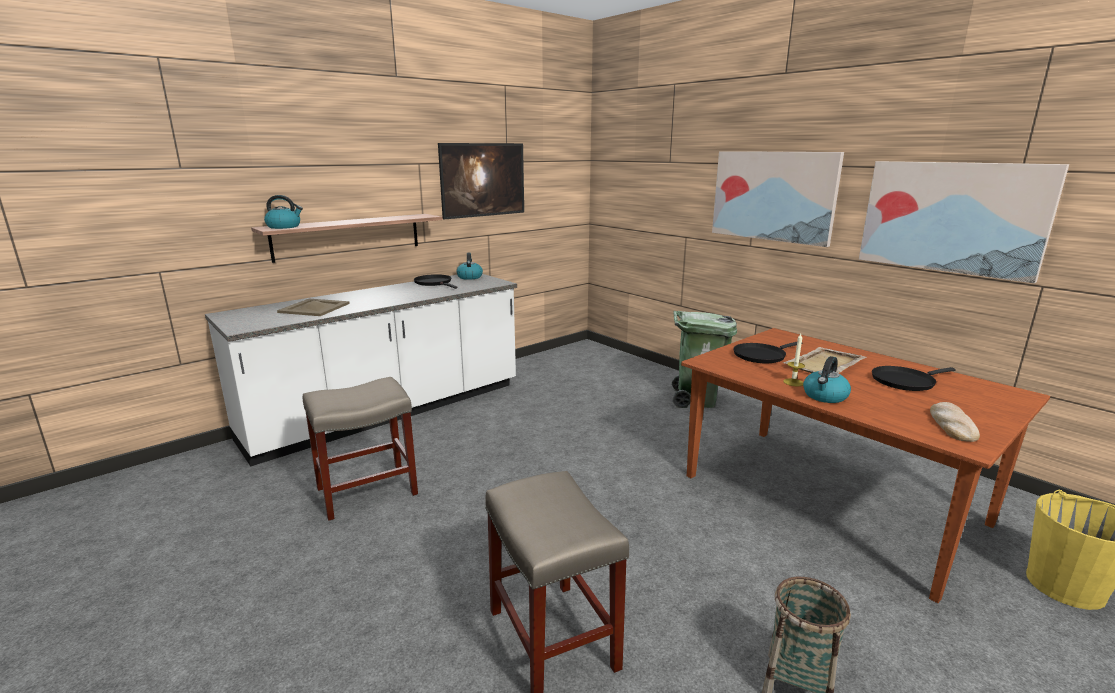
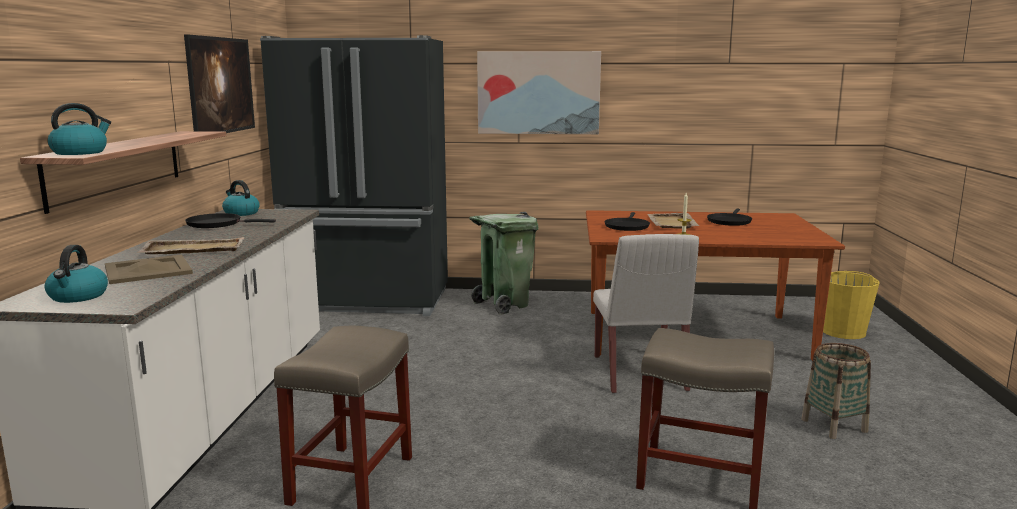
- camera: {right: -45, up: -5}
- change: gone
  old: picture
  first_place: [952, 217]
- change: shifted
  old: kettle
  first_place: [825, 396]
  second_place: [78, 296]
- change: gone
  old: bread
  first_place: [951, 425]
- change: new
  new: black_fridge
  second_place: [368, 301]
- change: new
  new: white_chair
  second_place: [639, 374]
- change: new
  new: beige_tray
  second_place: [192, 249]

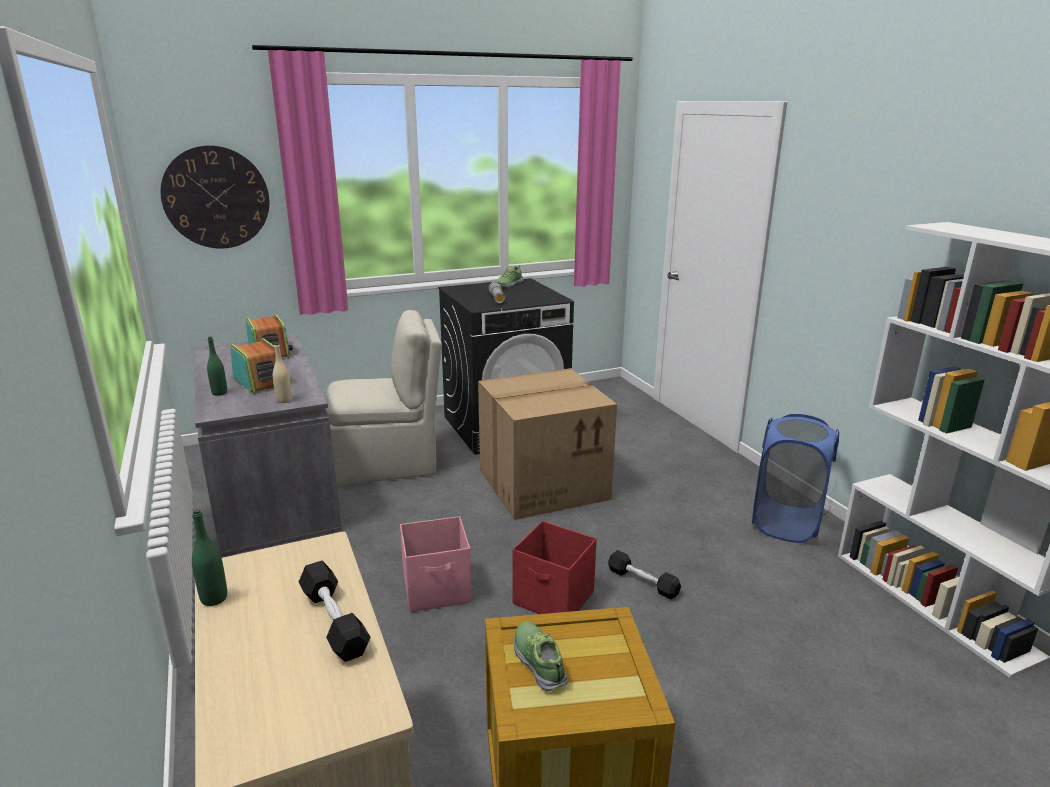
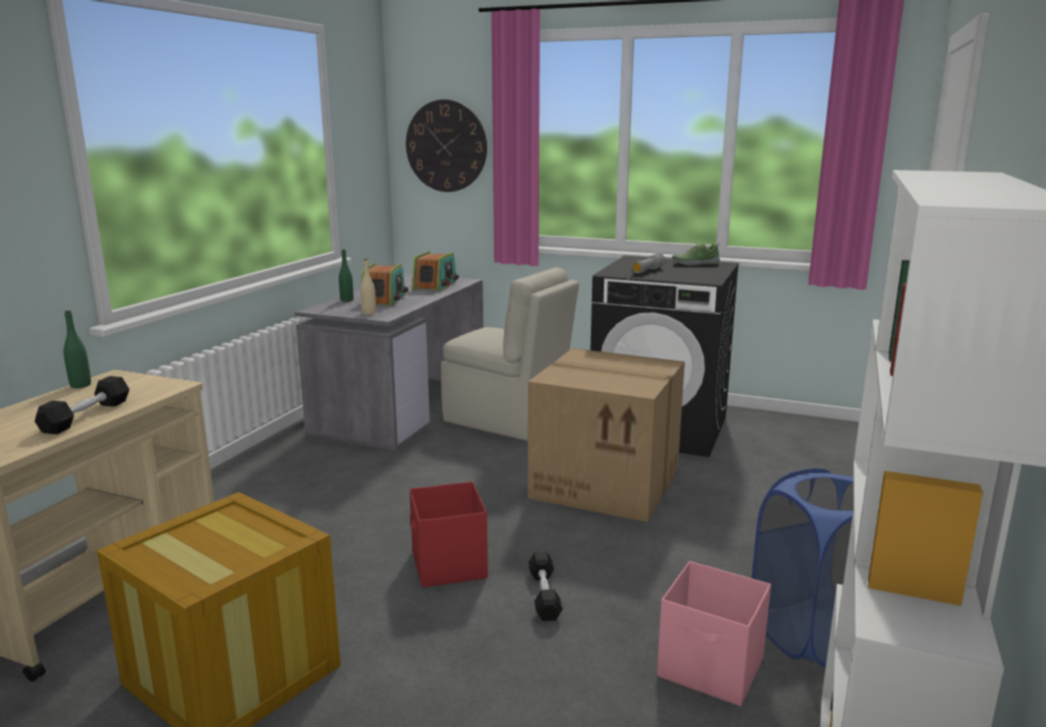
- camera: {right: 45, up: -5}
- change: shifted
  old: pink_storage_box
  first_place: [438, 590]
  second_place: [711, 669]
- change: gone
  old: shoe
  first_place: [539, 661]

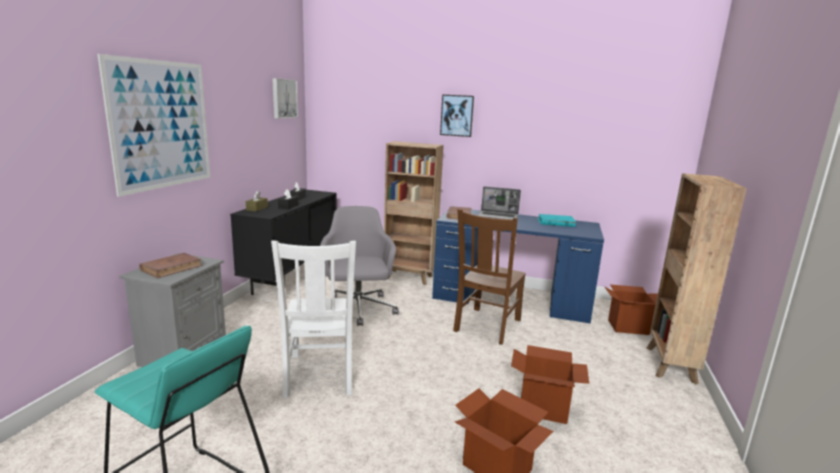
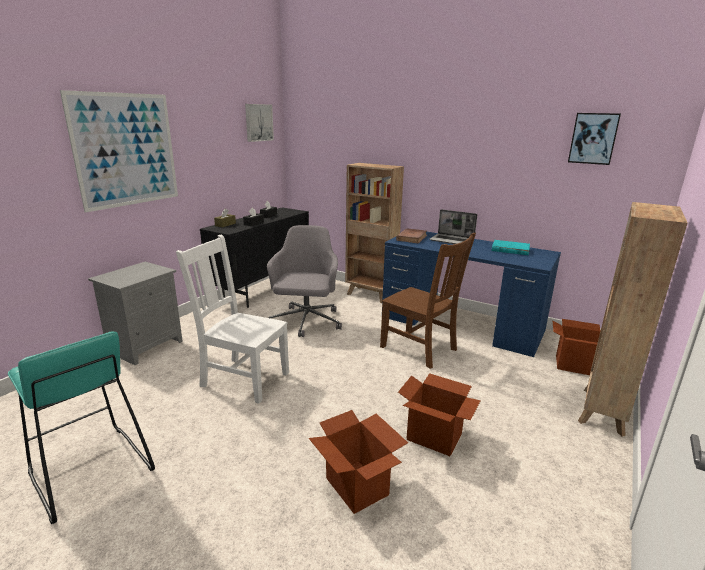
- camera: {right: 15, up: 5}
- change: shifted
  old: picture
  first_place: [457, 115]
  second_place: [593, 138]
- change: rotated
  old: brown_chair
  first_place: [486, 326]
  second_place: [420, 349]
  degrees: -90
- change: rotated
  old: white_chair
  first_place: [319, 376]
  second_place: [243, 378]
  degrees: 105
- change: gone
  old: brown_book
  first_place: [172, 268]

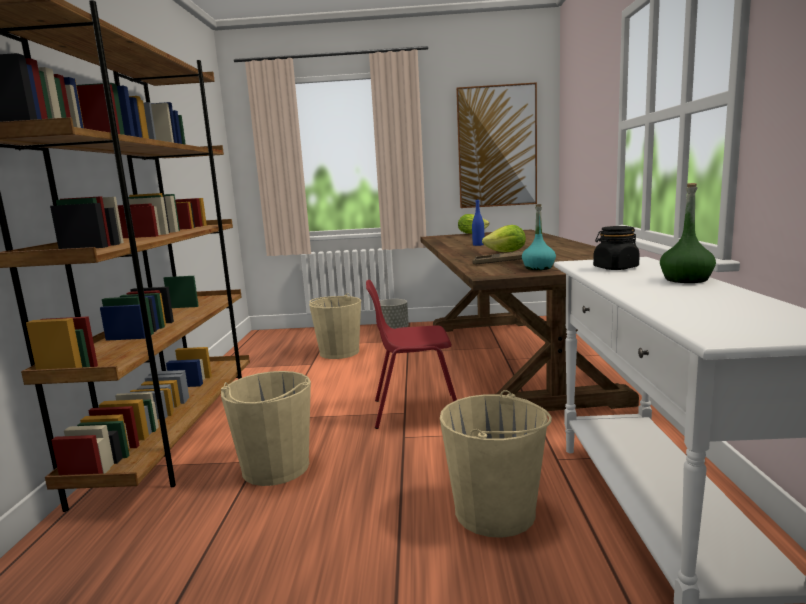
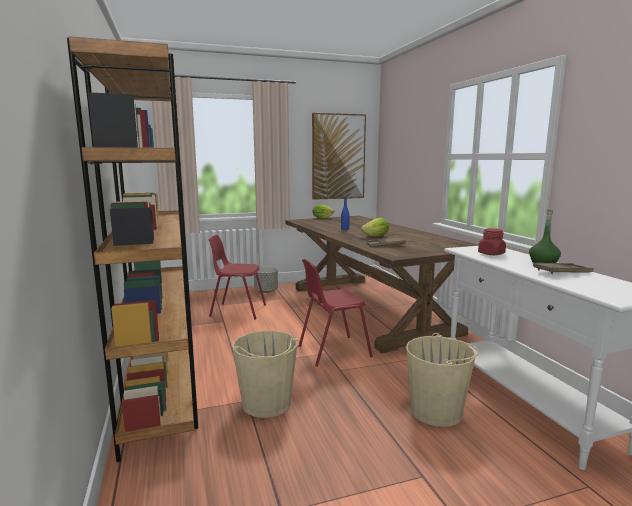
- camera: {right: -20, up: 0}
- change: gone
  old: turquoise_bottle
  first_place: [538, 268]
- change: repainted
  old: black_jar
  new: red_jar
  first_place: [615, 268]
  second_place: [491, 254]
- change: swapped
  old: beige_bucket
  new: red_chair
  first_place: [339, 352]
  second_place: [237, 310]
- change: new
  new: brown_tray
  second_place: [562, 272]

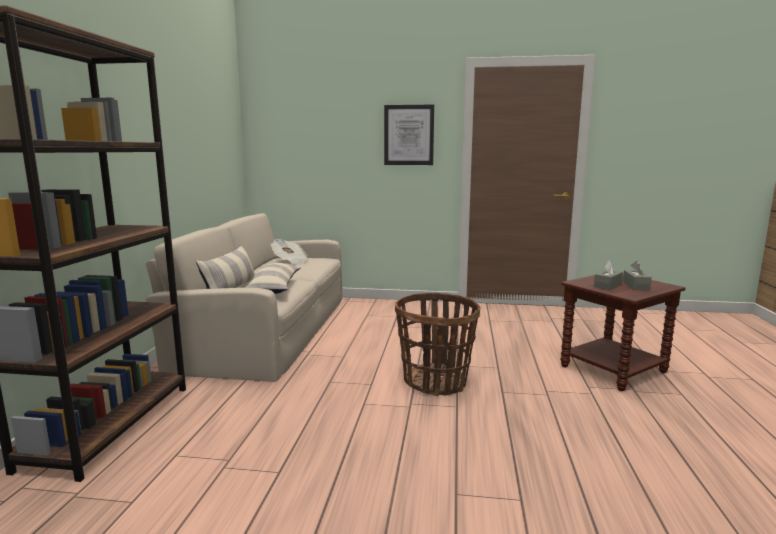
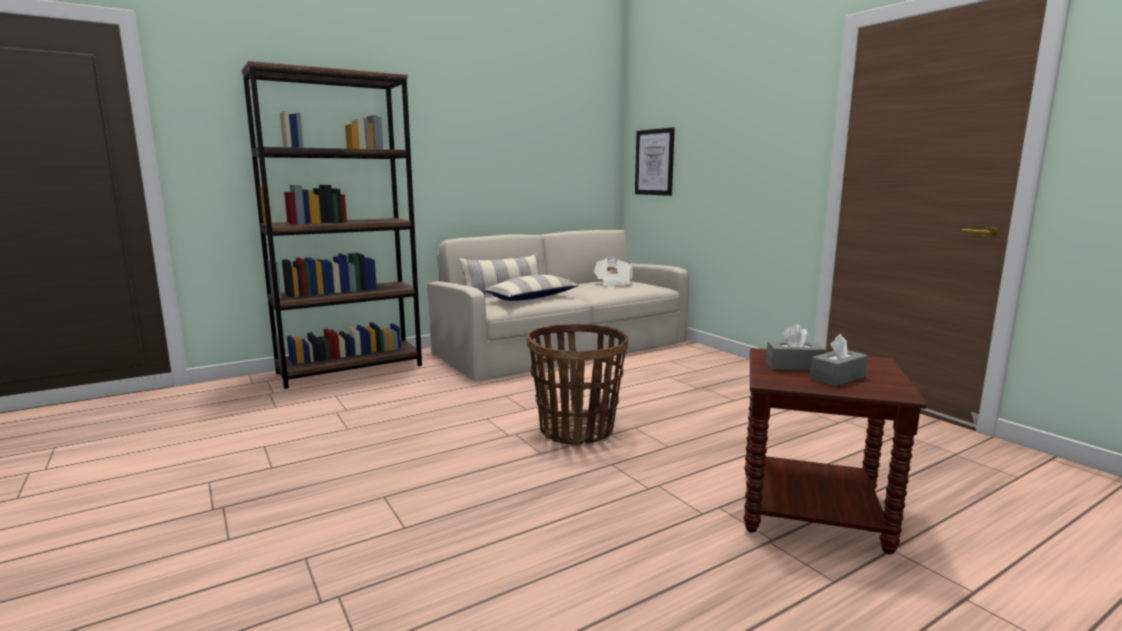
- camera: {right: 50, up: 0}
- change: shifted
  old: picture
  first_place: [409, 135]
  second_place: [654, 162]

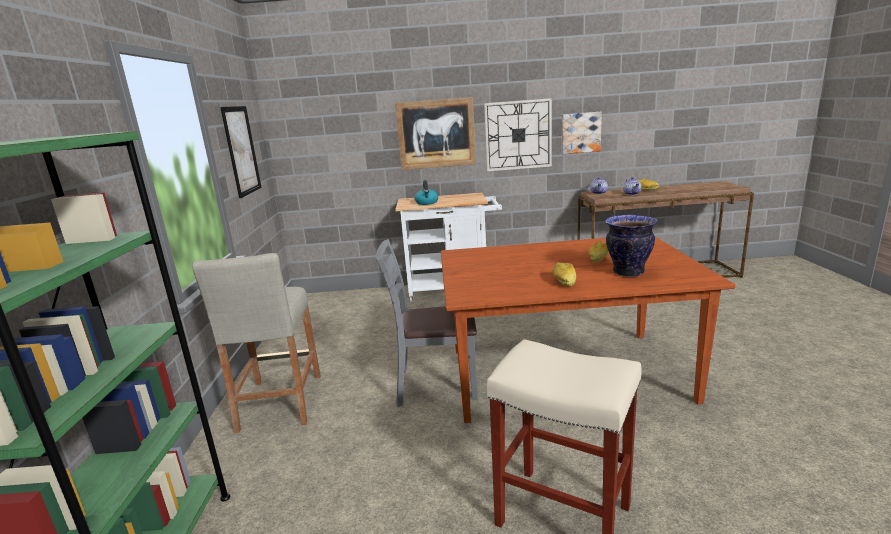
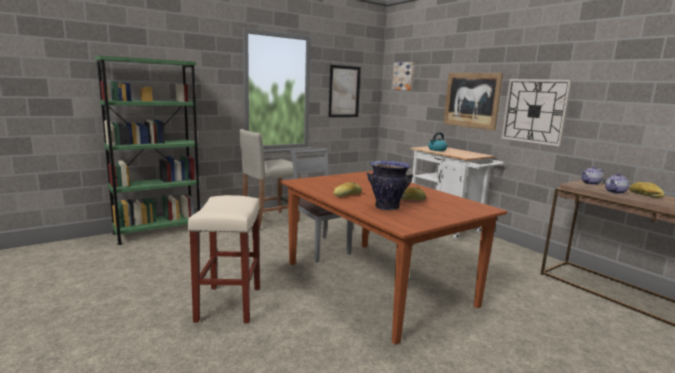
- camera: {right: 55, up: -5}
- change: shifted
  old: picture
  first_place: [580, 132]
  second_place: [404, 76]

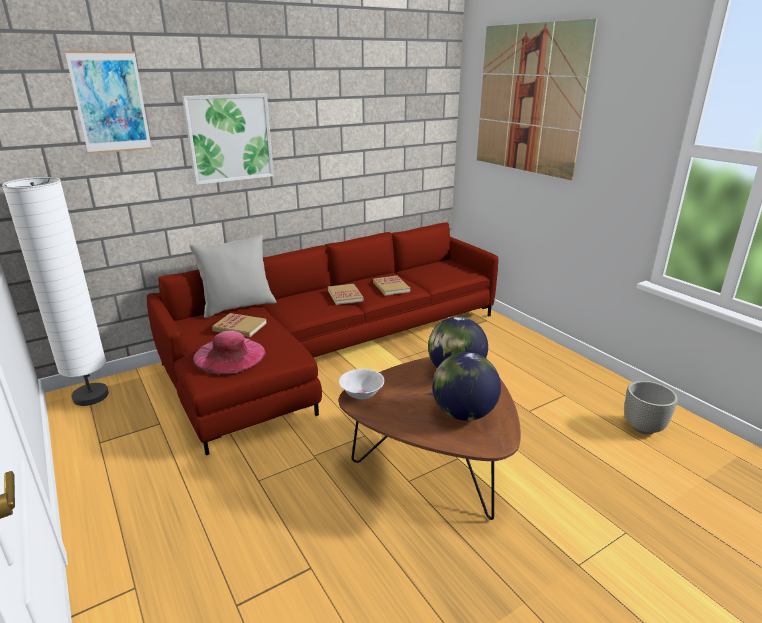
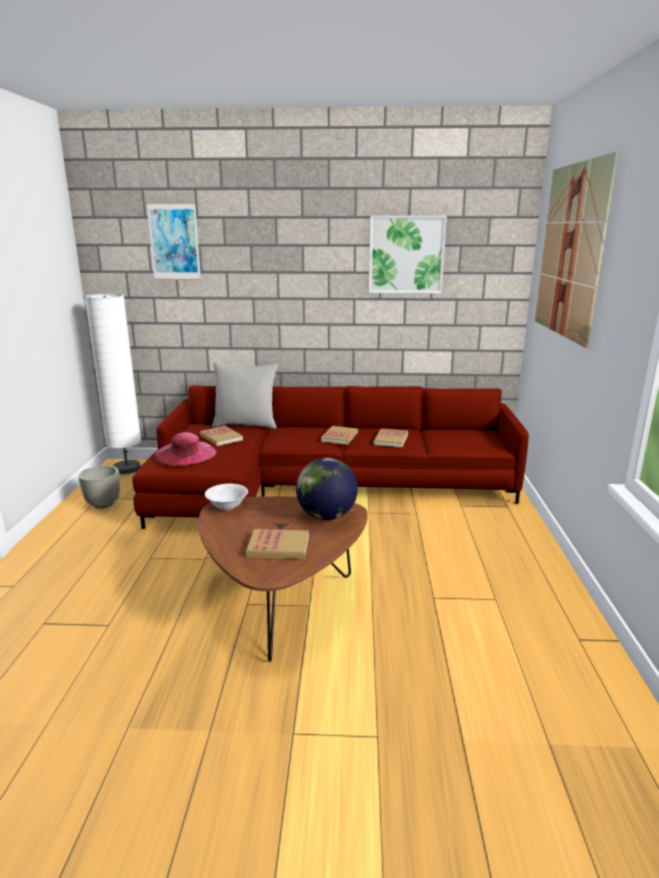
- camera: {right: 35, up: -5}
- change: shifted
  old: picture
  first_place: [229, 138]
  second_place: [406, 255]
- change: swapped
  old: globe
  new: book
  first_place: [463, 414]
  second_place: [278, 547]
- change: shifted
  old: grey_planter
  first_place: [643, 427]
  second_place: [103, 504]

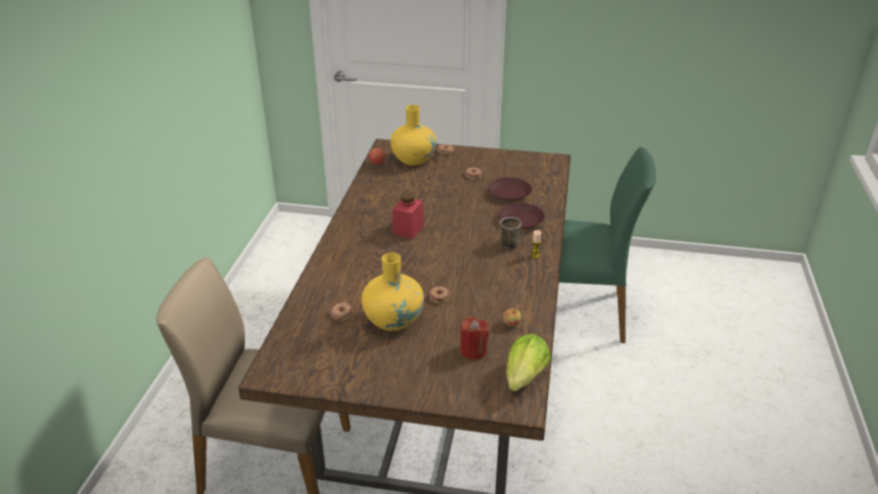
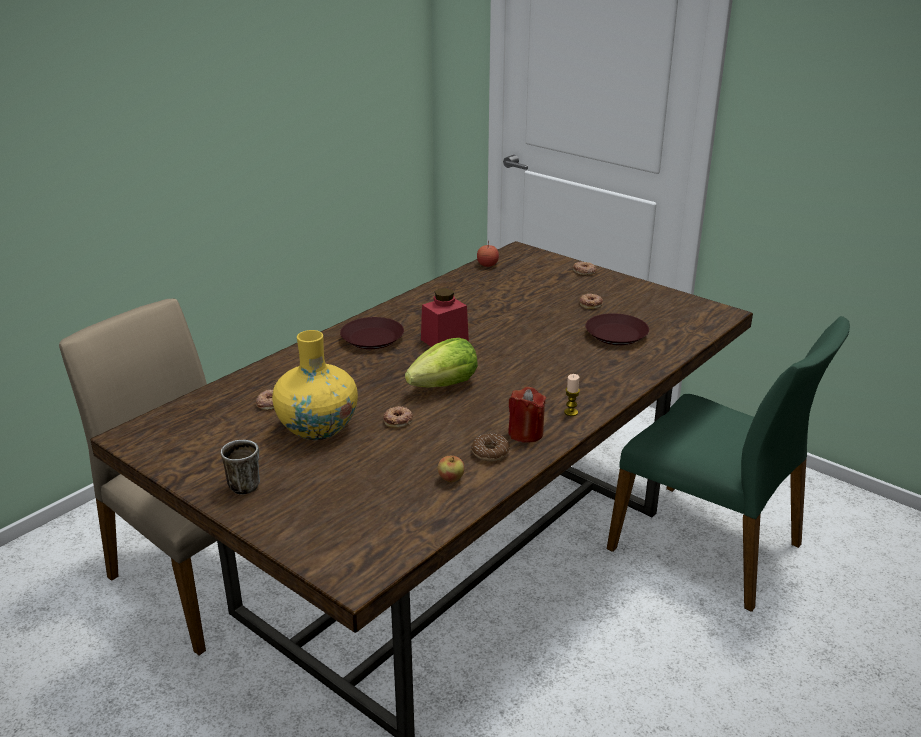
- camera: {right: 30, up: -5}
- change: gone
  old: yellow_vase
  first_place: [413, 159]
- change: shifted
  old: brown_plate
  first_place: [521, 220]
  second_place: [372, 339]
- change: shifted
  old: mug
  first_place: [507, 243]
  second_place: [246, 483]
- change: shifted
  old: red_candle
  first_place: [473, 351]
  second_place: [525, 433]
- change: shifted
  old: lettuce
  first_place: [525, 377]
  second_place: [445, 385]
- change: new
  new: donut
  second_place: [490, 453]

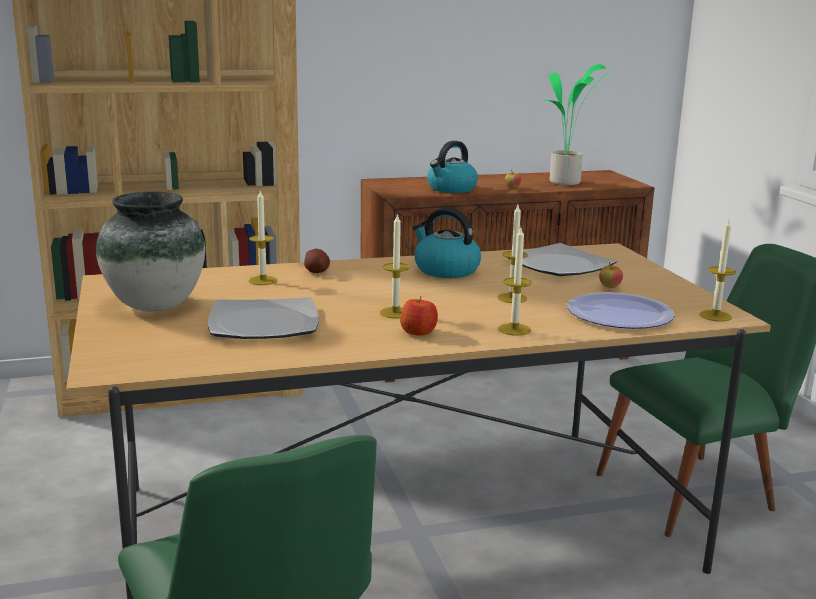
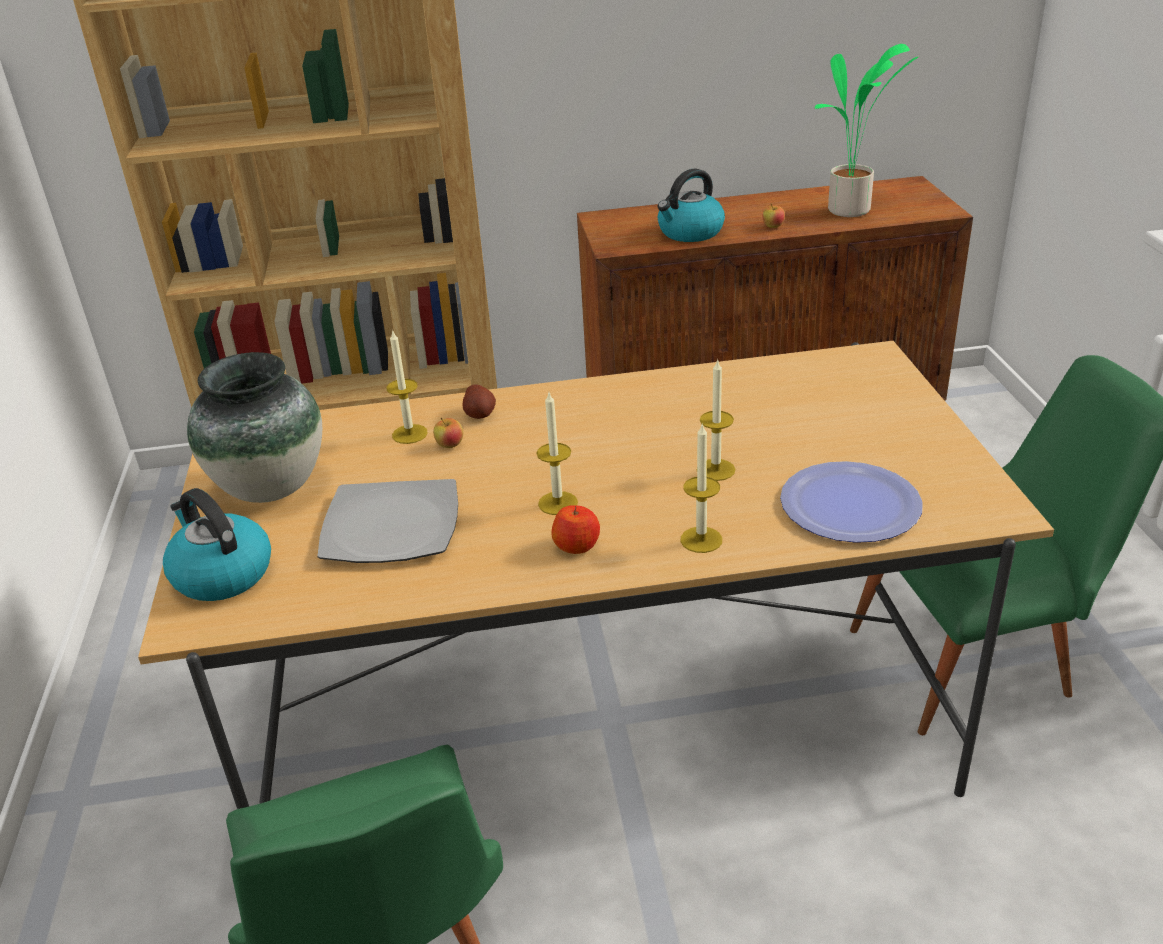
- camera: {right: 10, up: 15}
- change: shifted
  old: kettle
  first_place: [445, 270]
  second_place: [221, 574]
- change: gone
  old: candle
  first_place: [715, 316]
- change: gone
  old: plate
  first_place: [560, 265]
- change: shifted
  old: apple
  first_place: [610, 287]
  second_place: [450, 445]

